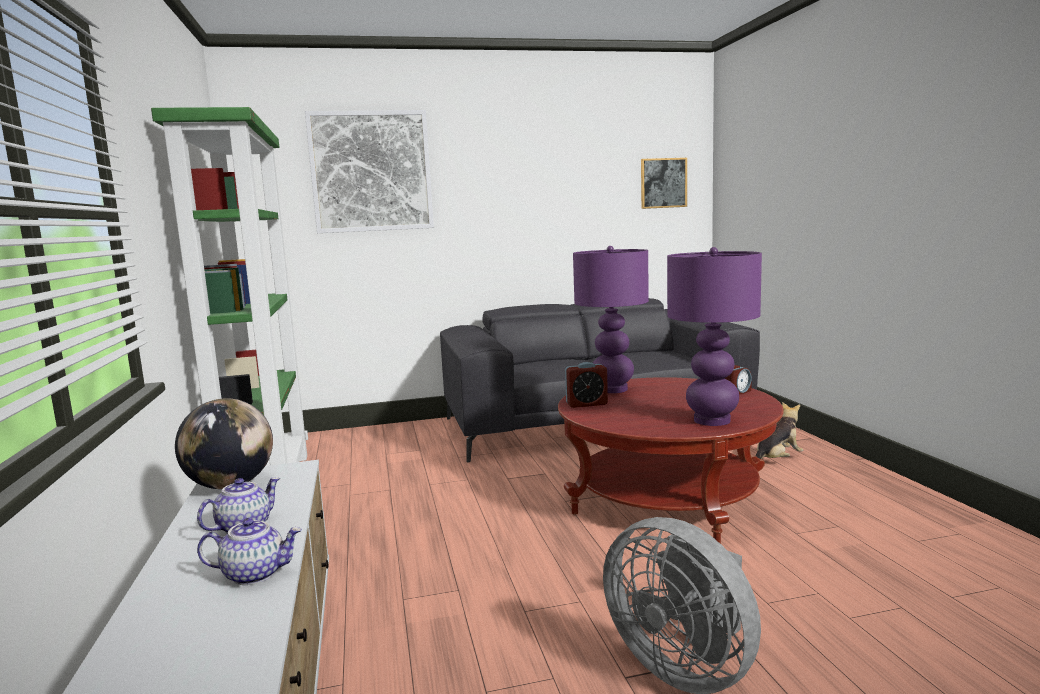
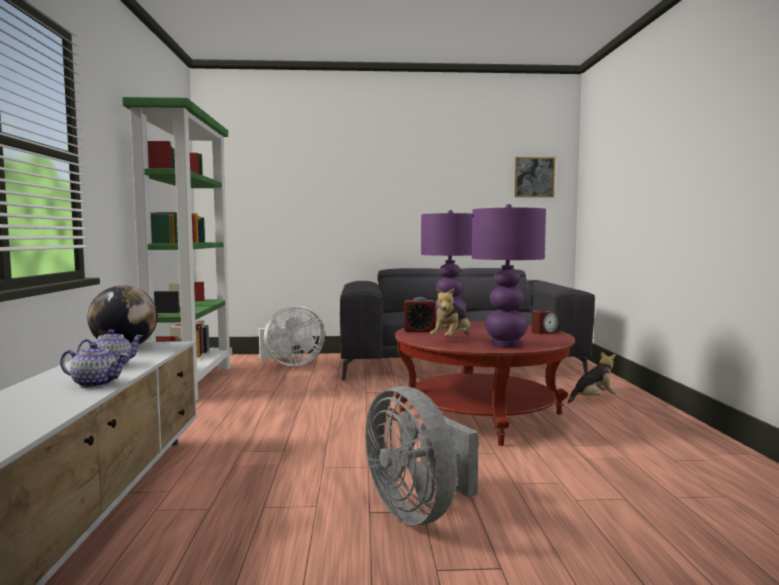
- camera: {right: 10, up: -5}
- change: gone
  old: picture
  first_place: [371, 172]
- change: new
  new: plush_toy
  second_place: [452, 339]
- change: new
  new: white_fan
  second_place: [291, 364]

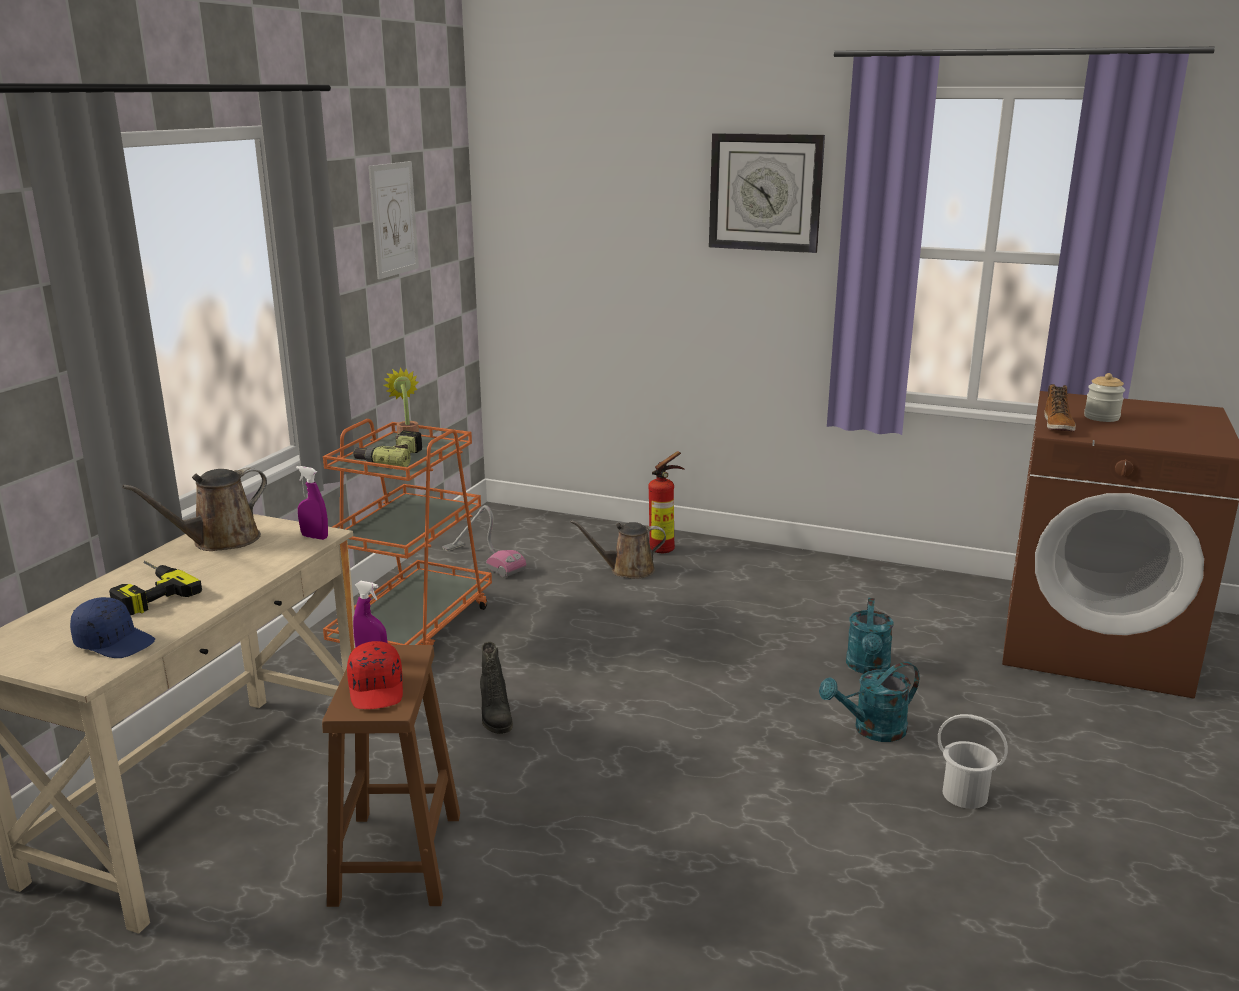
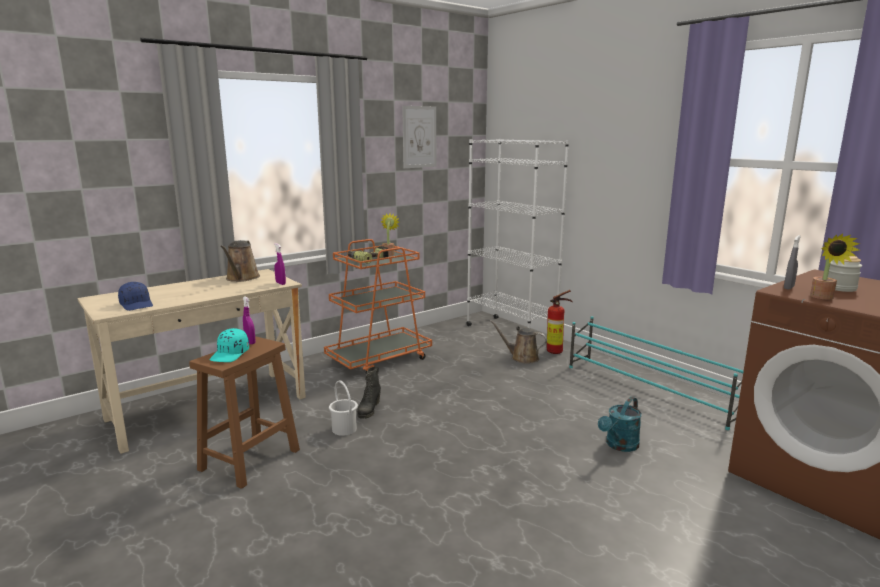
- camera: {right: 30, up: -5}
- change: gone
  old: wall_clock
  first_place: [765, 192]
- change: swapped
  old: boot
  new: grey_spray_bottle
  first_place: [1058, 425]
  second_place: [788, 287]
- change: rotated
  old: brown_watering_can
  first_place: [220, 541]
  second_place: [241, 278]
  degrees: -75
- change: gone
  old: vacuum_cleaner
  first_place: [483, 560]
- change: gone
  old: power_drill
  first_place: [146, 592]
- change: repainted
  old: red_cap
  new: turquoise_cap
  first_place: [377, 689]
  second_place: [230, 355]
- change: gone
  old: turquoise_watering_can
  first_place: [872, 730]
- change: shifted
  old: white_bucket
  first_place: [965, 795]
  second_place: [344, 429]
- change: new
  new: white_bookcase
  second_place: [510, 332]
- change: new
  new: potted_plant
  second_place: [823, 297]
- change: new
  new: turquoise_shoe_rack
  second_place: [649, 391]

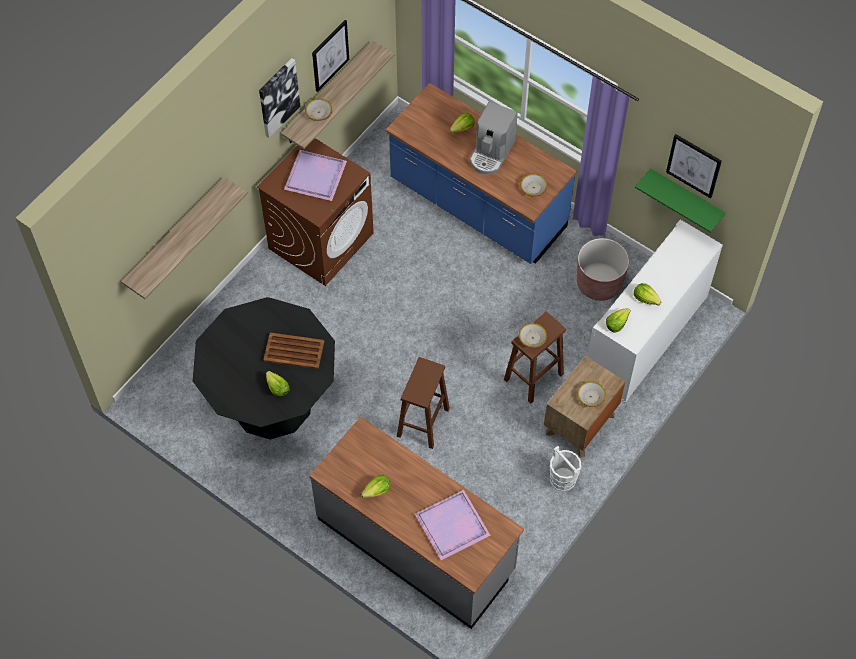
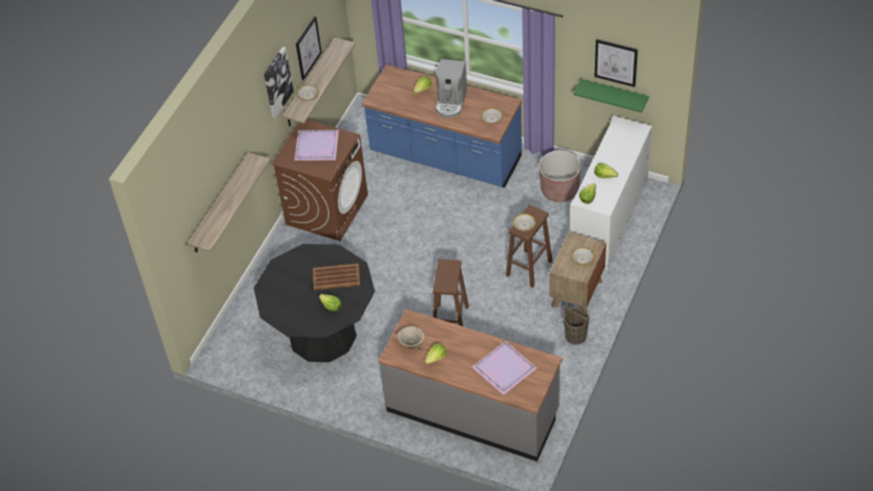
- camera: {right: -10, up: -10}
- change: repainted
  old: white_bucket
  new: brown_bucket
  first_place: [563, 479]
  second_place: [576, 336]
- change: new
  new: beige_bowl
  second_place: [411, 344]

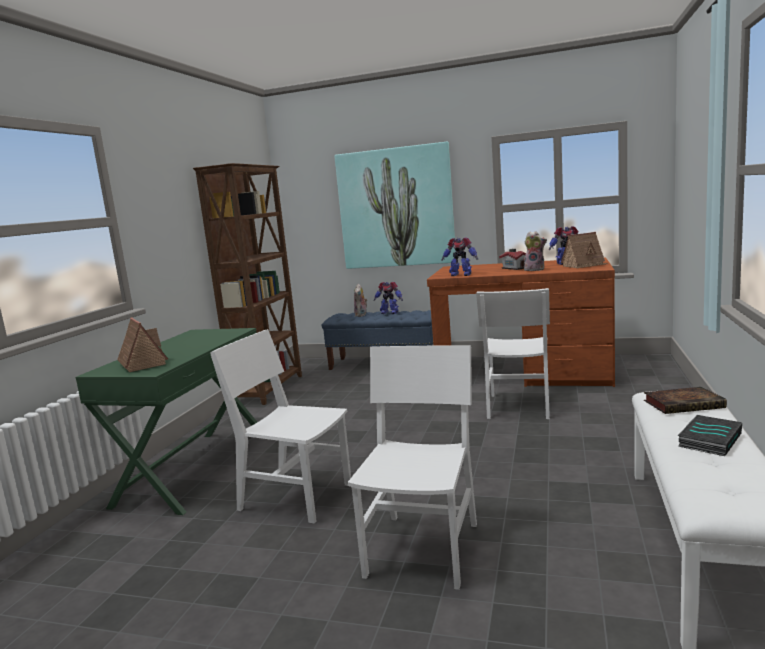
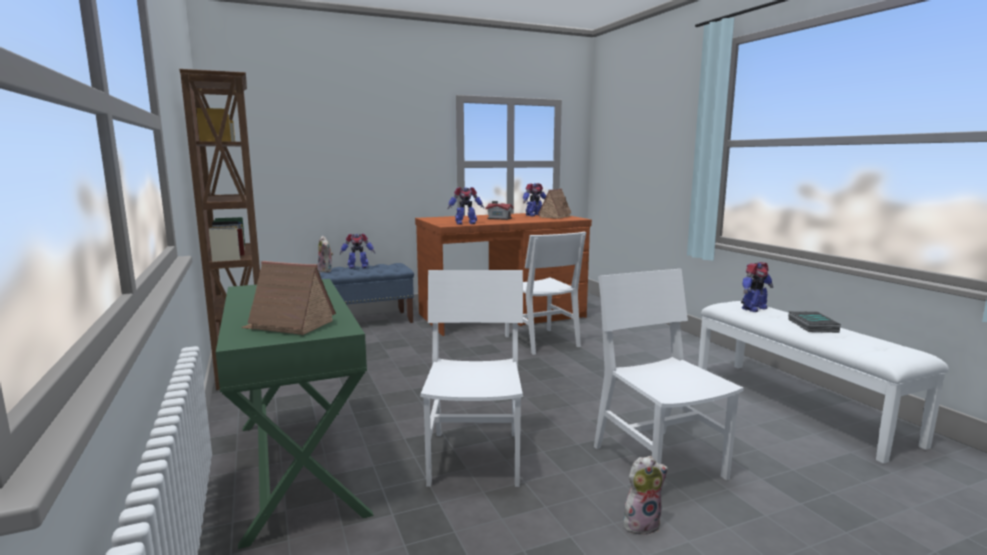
- camera: {right: -40, up: 0}
- change: gone
  old: picture
  first_place: [396, 208]
- change: shifted
  old: plush_toy
  first_place: [535, 270]
  second_place: [641, 523]
- change: rotated
  old: white_chair
  first_place: [296, 496]
  second_place: [475, 457]
  degrees: 105
- change: swapped
  old: book
  new: toy_robot
  first_place: [685, 404]
  second_place: [753, 308]

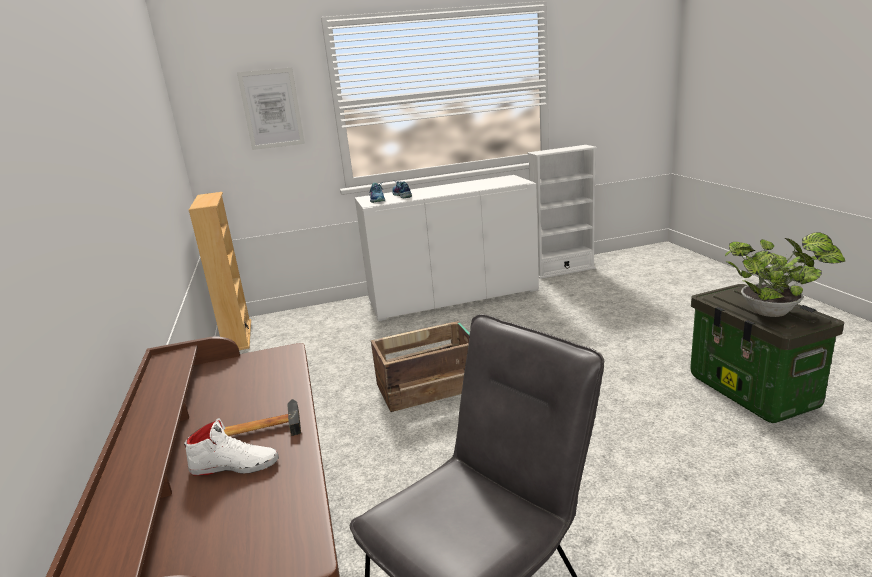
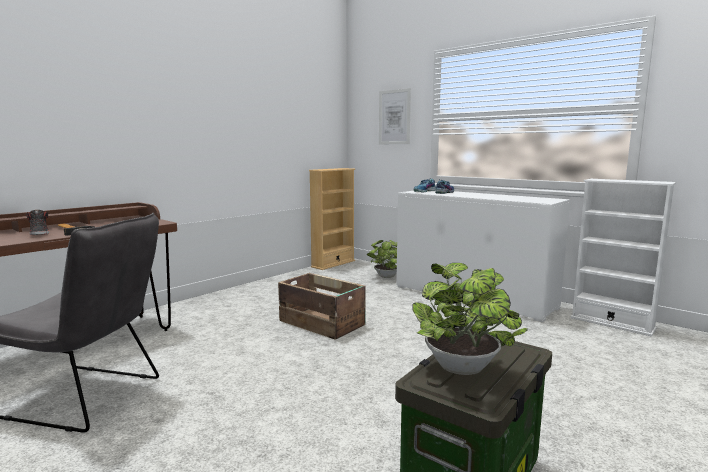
- camera: {right: 55, up: -10}
- change: repainted
  old: white_shoe
  new: black_shoe
  first_place: [235, 465]
  second_place: [39, 233]
- change: new
  new: potted_plant
  second_place: [385, 277]

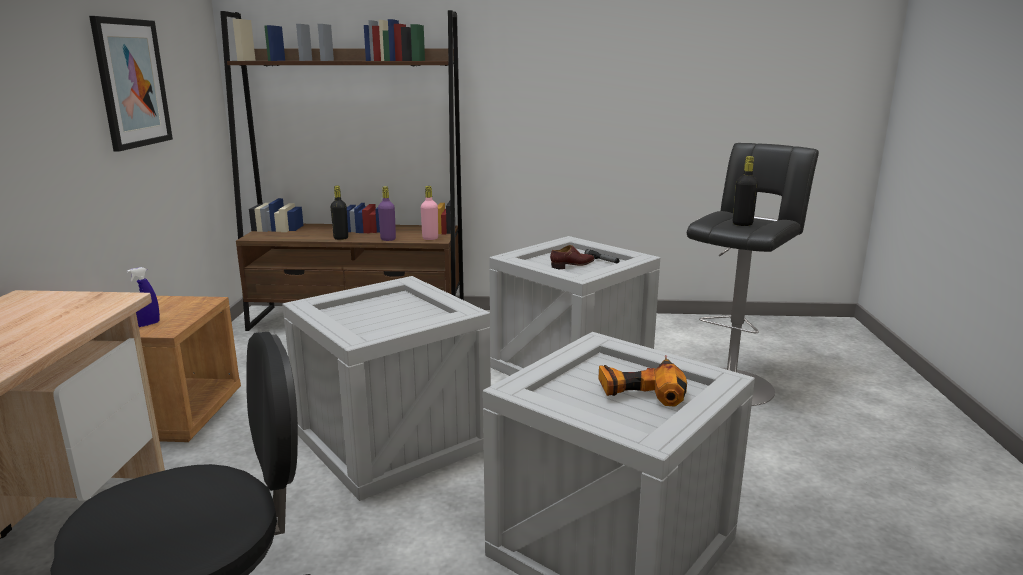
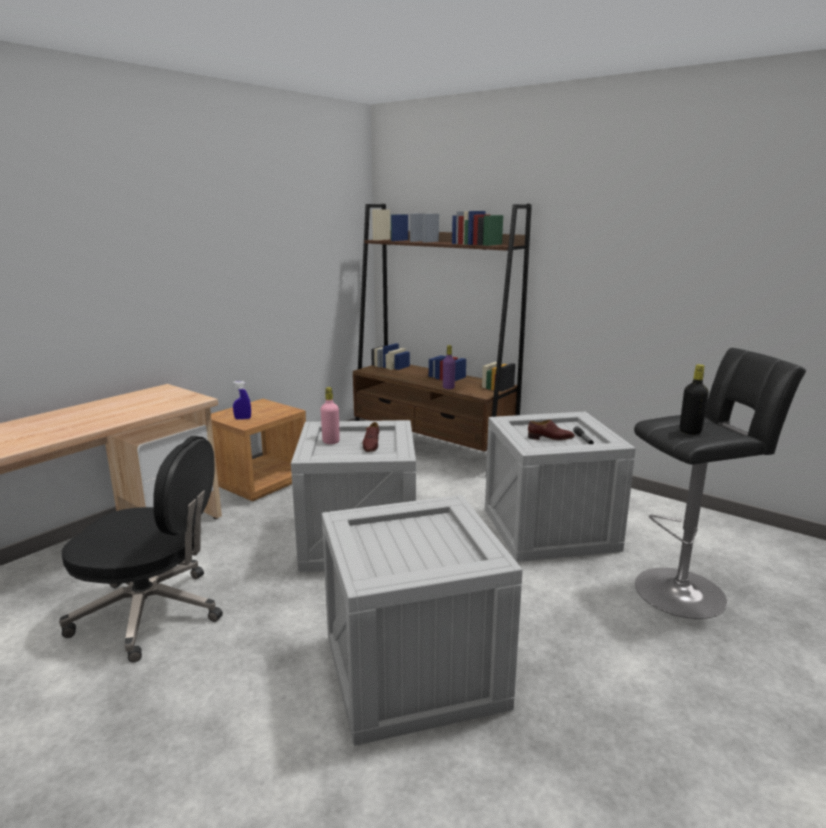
- camera: {right: 35, up: 0}
- change: gone
  old: picture
  first_place: [132, 83]
- change: gone
  old: black_bottle
  first_place: [341, 238]
- change: shifted
  old: pink_bottle
  first_place: [430, 238]
  second_place: [331, 442]
- change: gone
  old: power_drill
  first_place: [640, 388]
- change: new
  new: brown_shoe
  second_place: [371, 445]

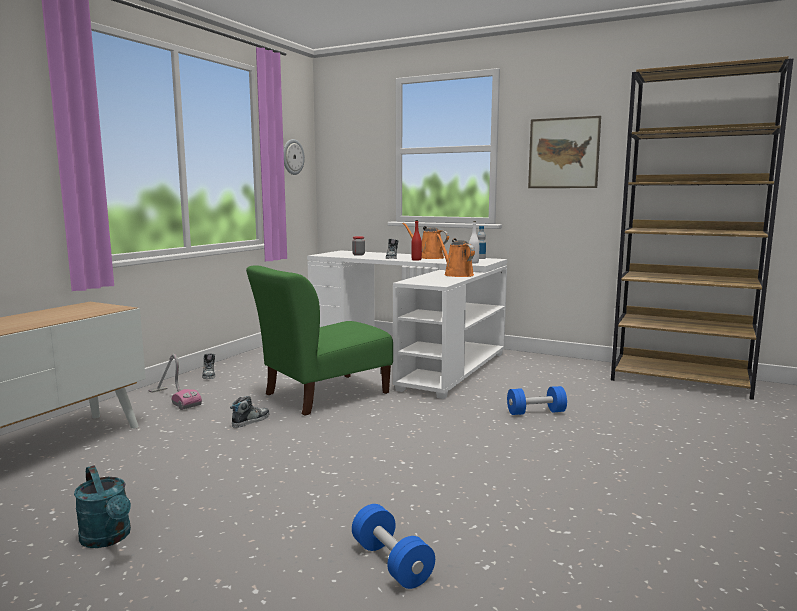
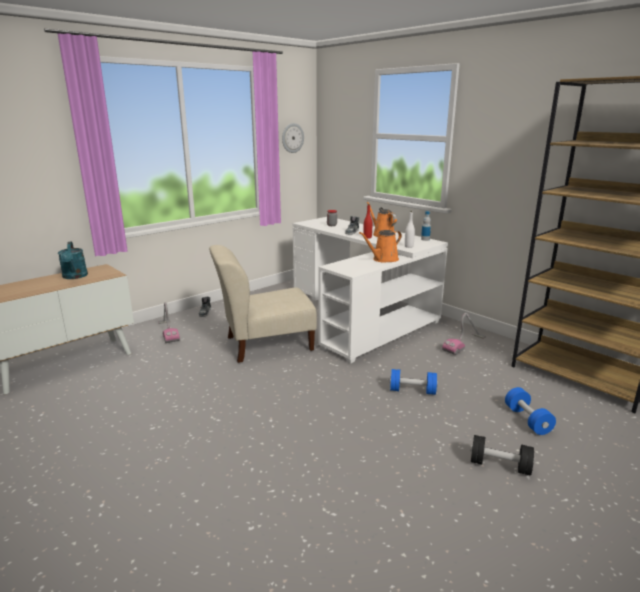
- camera: {right: 20, up: 10}
- change: gone
  old: picture
  first_place: [563, 153]
- change: rotated
  old: orange_watering_can
  first_place: [456, 275]
  second_place: [383, 259]
  degrees: -120
- change: repainted
  old: green_chair
  new: beige_chair
  first_place: [322, 395]
  second_place: [265, 344]
- change: gone
  old: shoe
  first_place: [251, 420]
- change: shifted
  old: turquoise_watering_can
  first_place: [108, 538]
  second_place: [75, 277]
- change: shifted
  old: blue_dumbbell
  first_place: [391, 563]
  second_place: [527, 420]
- change: new
  new: vacuum_cleaner
  second_place: [464, 344]
- change: new
  new: black_dumbbell
  second_place: [499, 465]

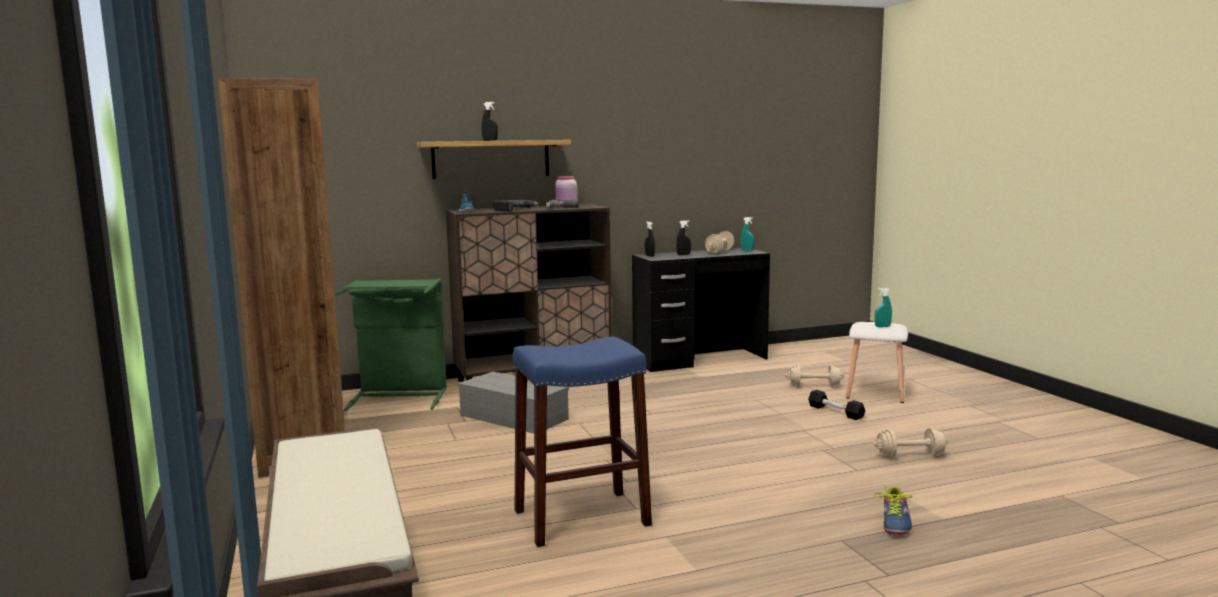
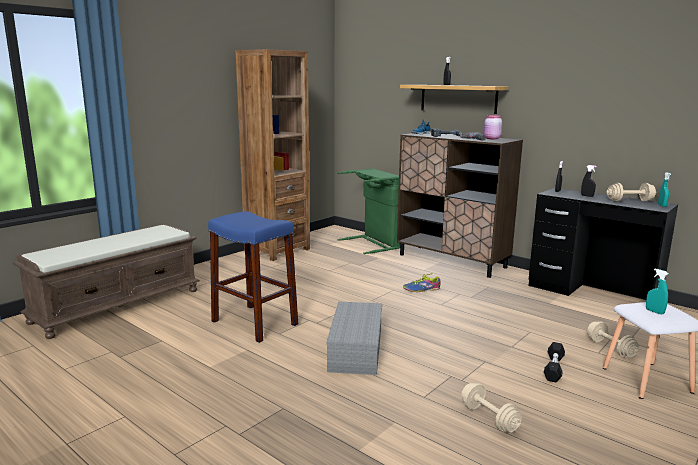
- camera: {right: 60, up: 5}
- change: shifted
  old: grey_storage_box
  first_place: [512, 417]
  second_place: [355, 349]
- change: shifted
  old: shoe
  first_place: [895, 522]
  second_place: [422, 289]

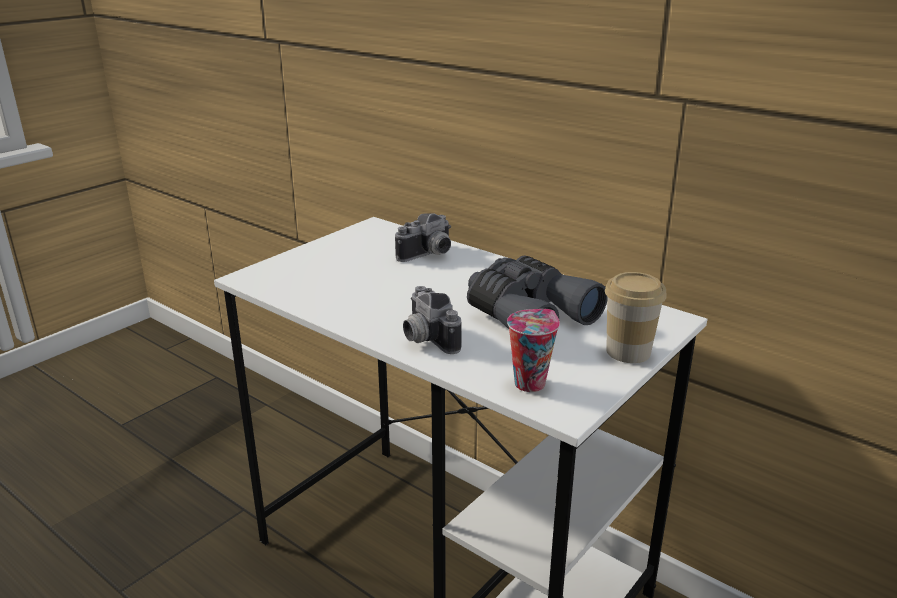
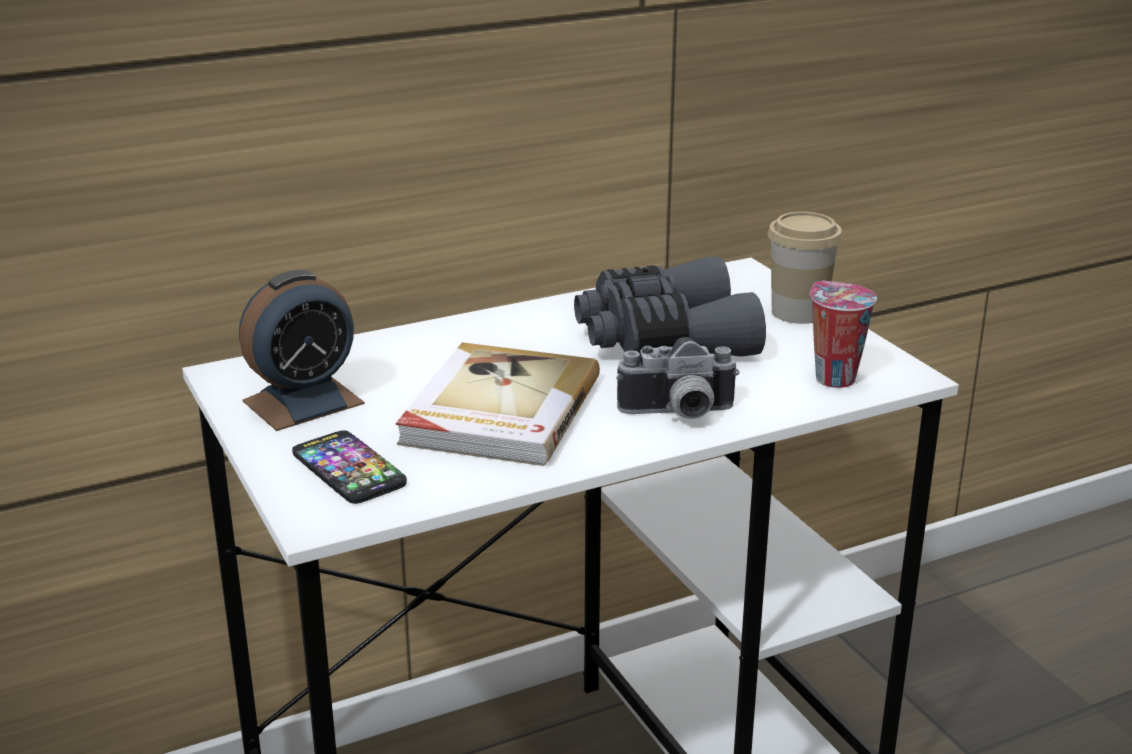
- camera: {right: -65, up: 0}
- change: gone
  old: photo_camera
  first_place: [429, 255]
- change: new
  new: alarm_clock
  second_place: [303, 402]
- change: new
  new: book
  second_place: [498, 411]
- change: new
  new: phone
  second_place: [348, 469]

